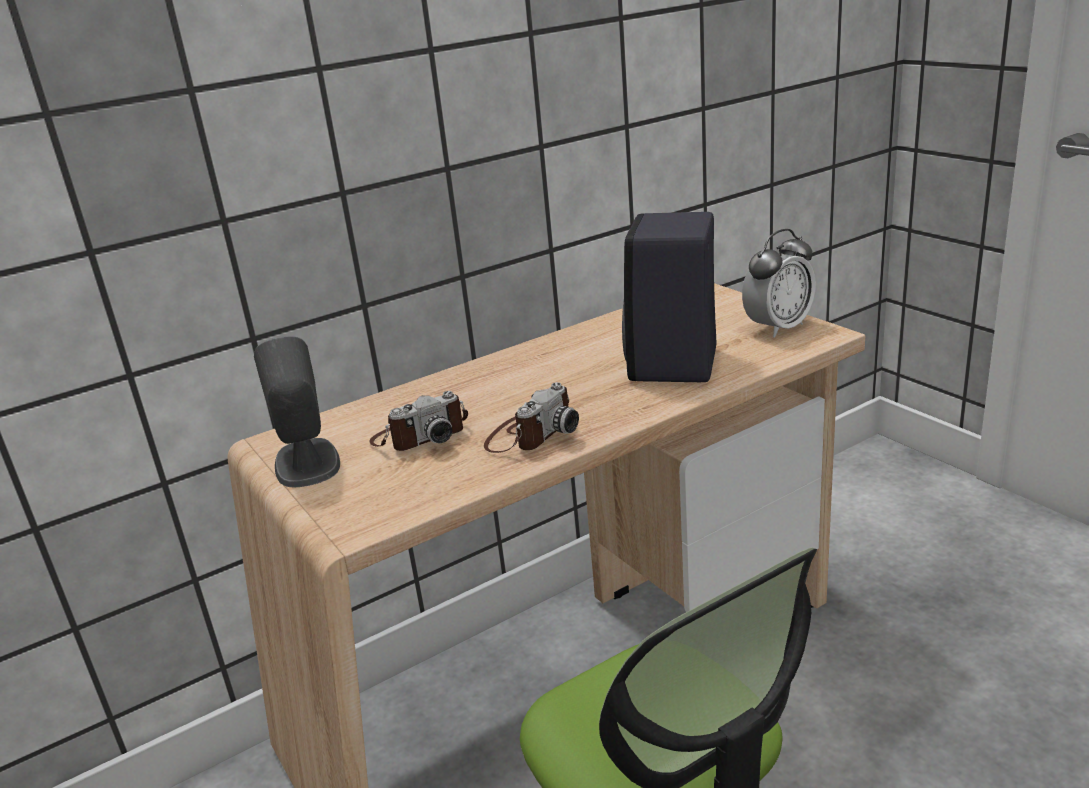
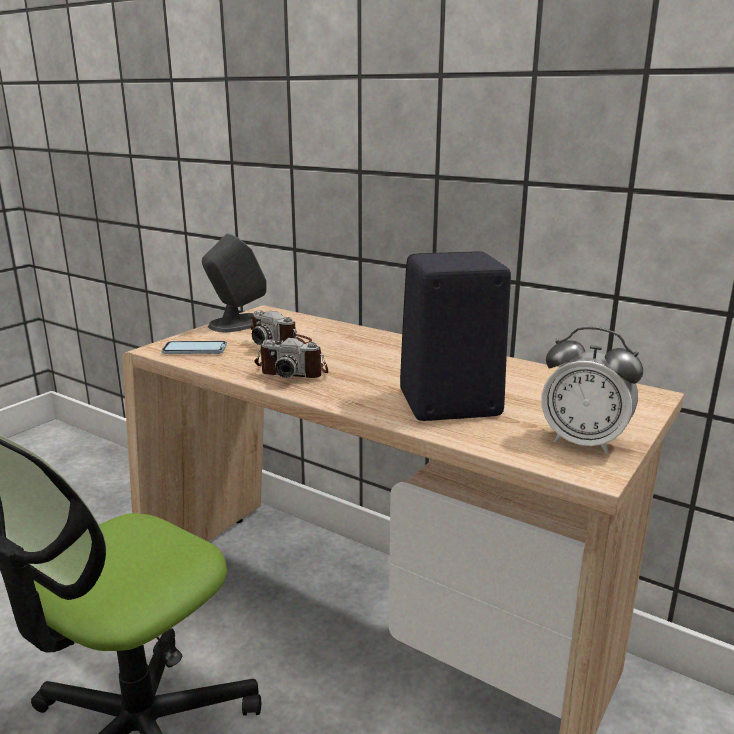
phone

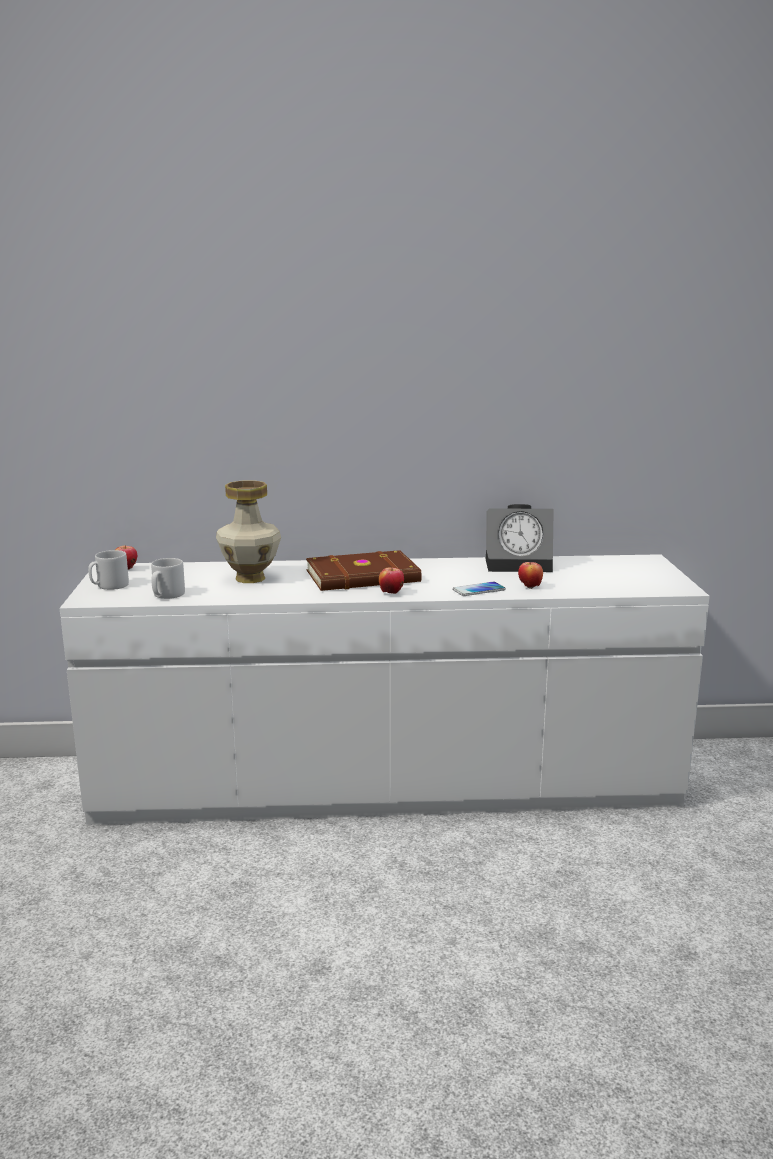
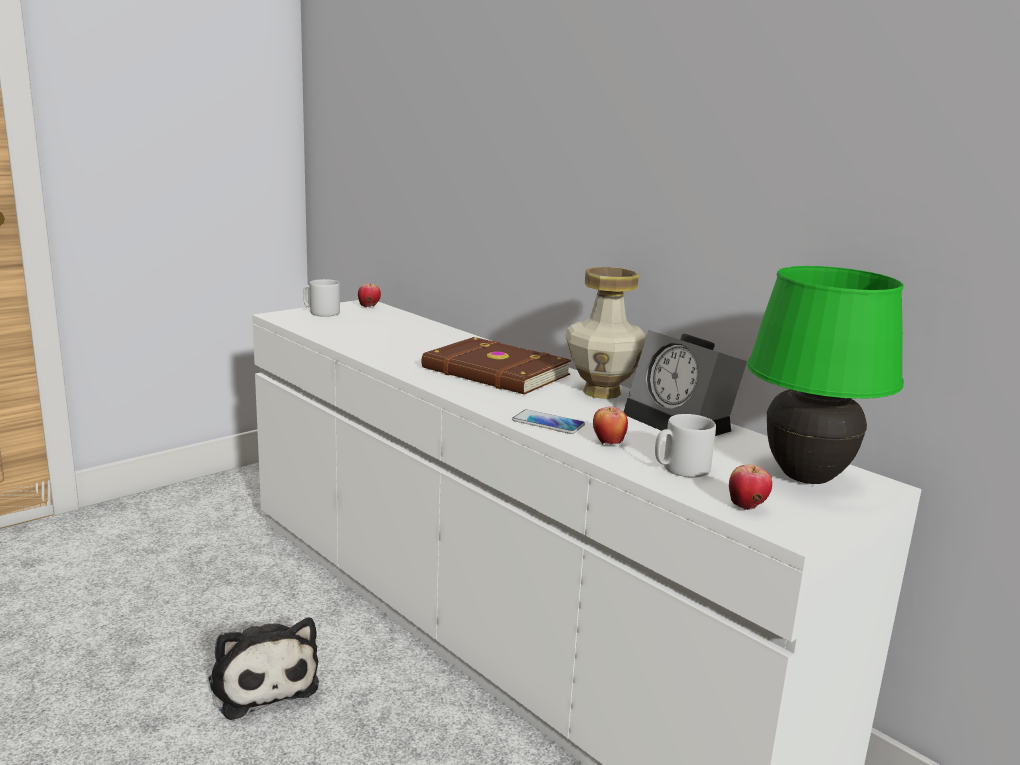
vase
grey mug (2nd from left)
apple (3rd from left)
green table lamp
plush toy

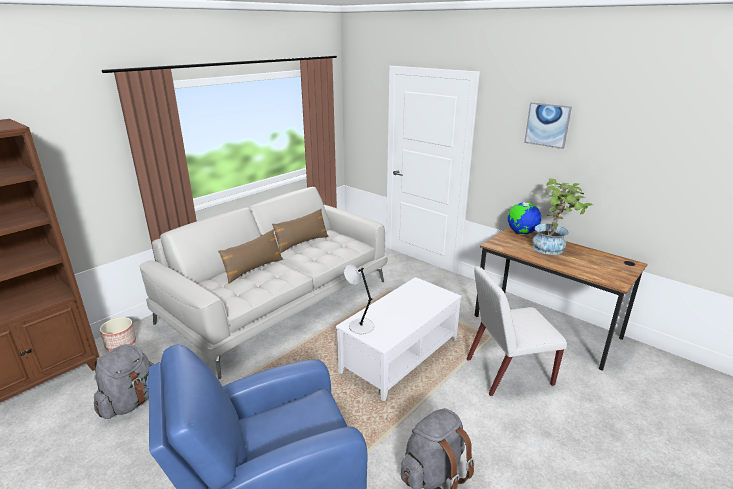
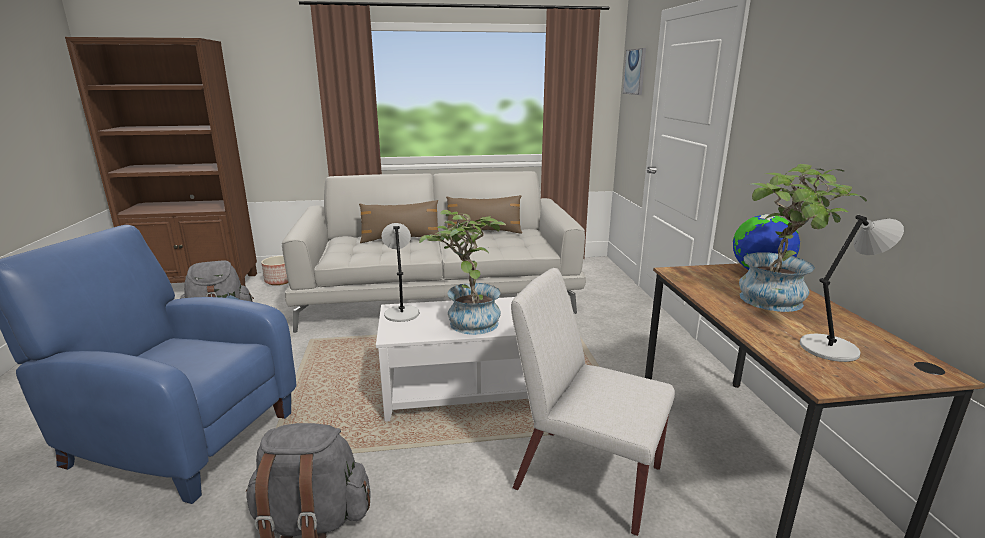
picture
potted plant (1st from left)
grey table lamp (2nd from left)

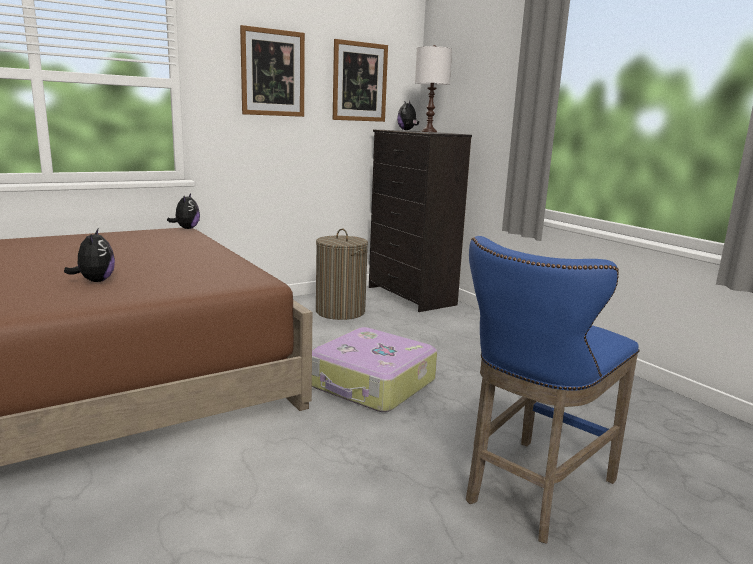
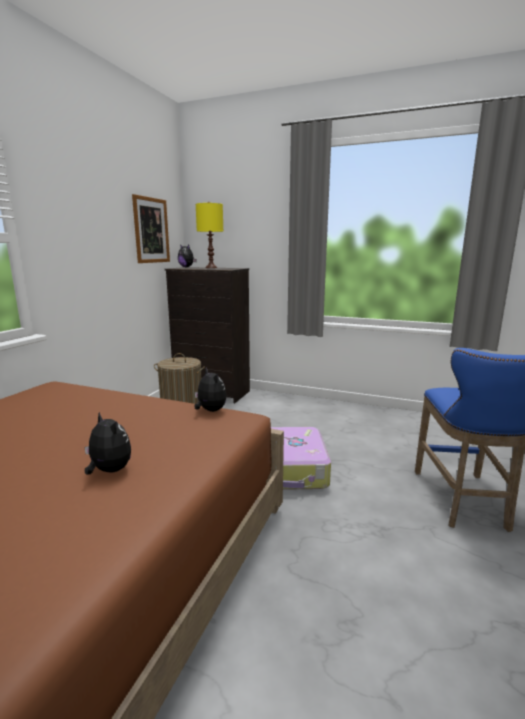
picture (1st from left in the first image)
yellow table lamp
plush toy (3rd from left)

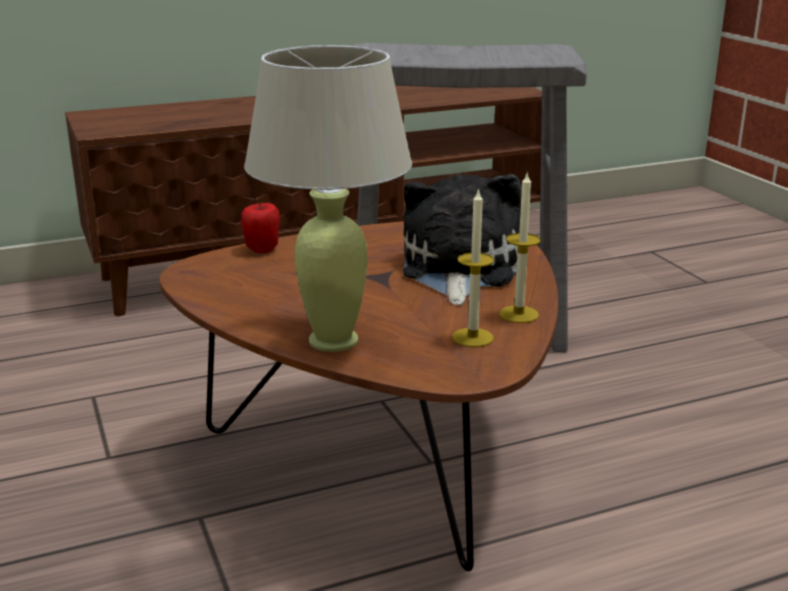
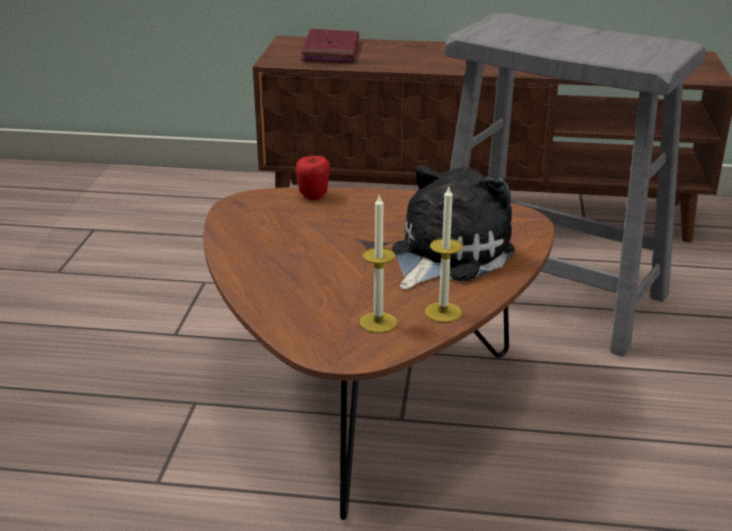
beige table lamp
red book

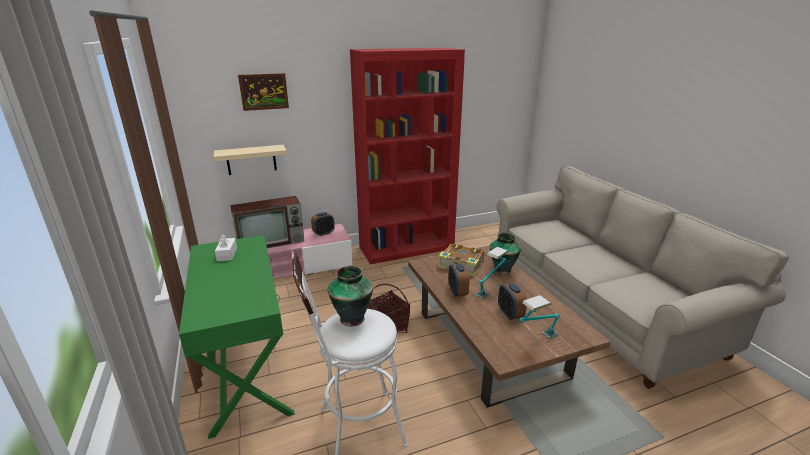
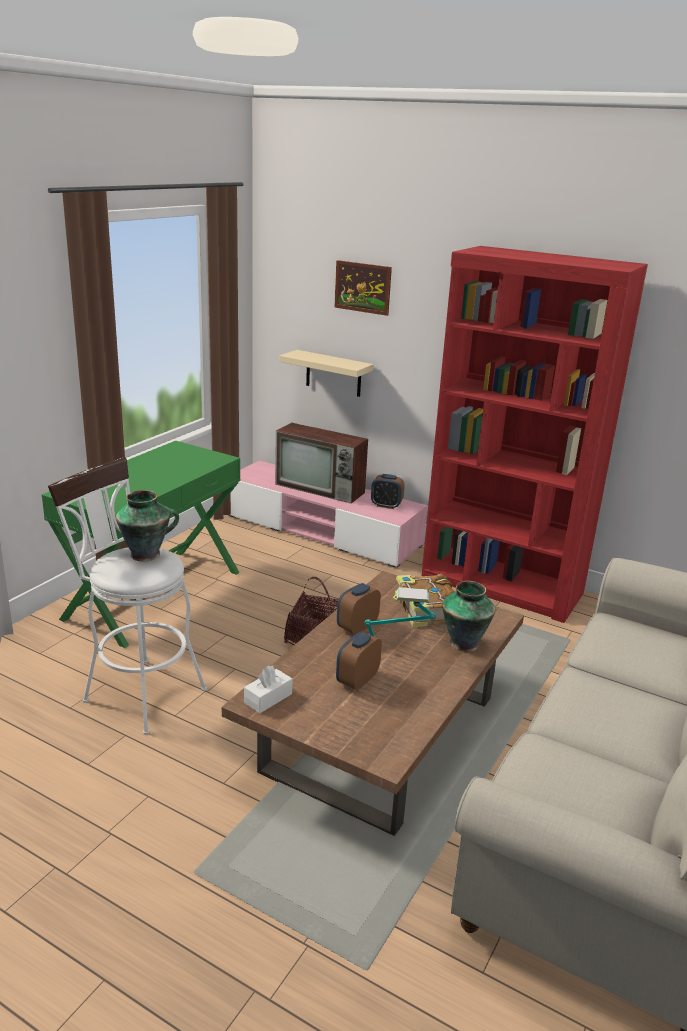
white tissue box
table lamp (2nd from left in the first image)

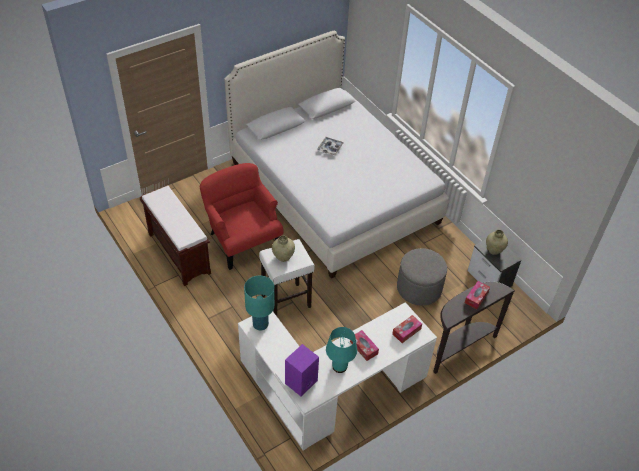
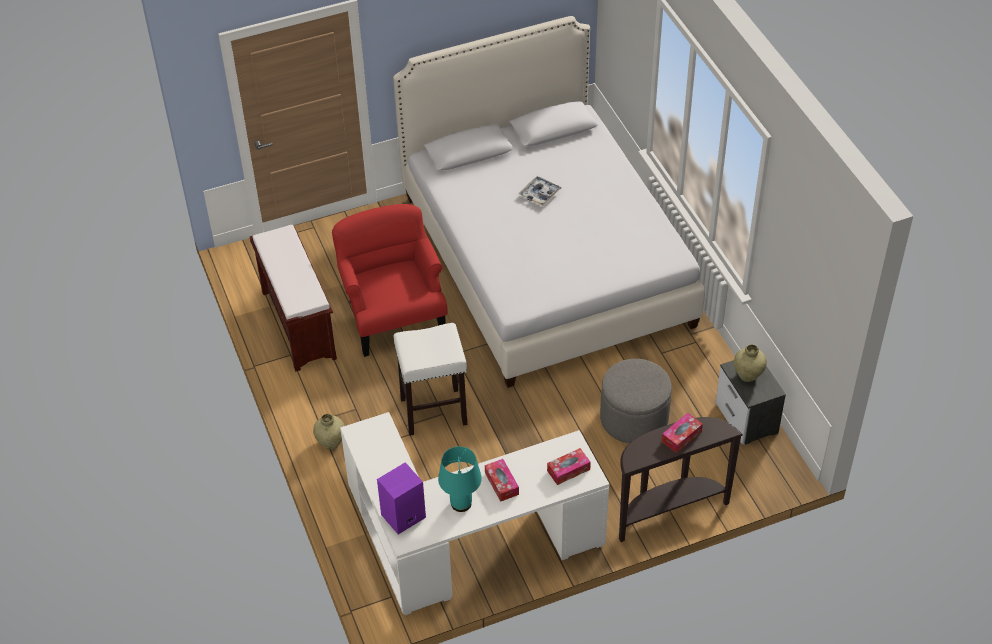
beige vase (1st from left)
turquoise table lamp (1st from left in the first image)

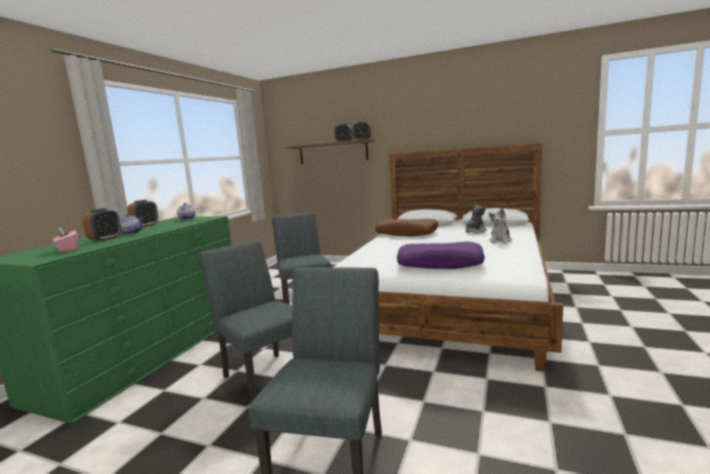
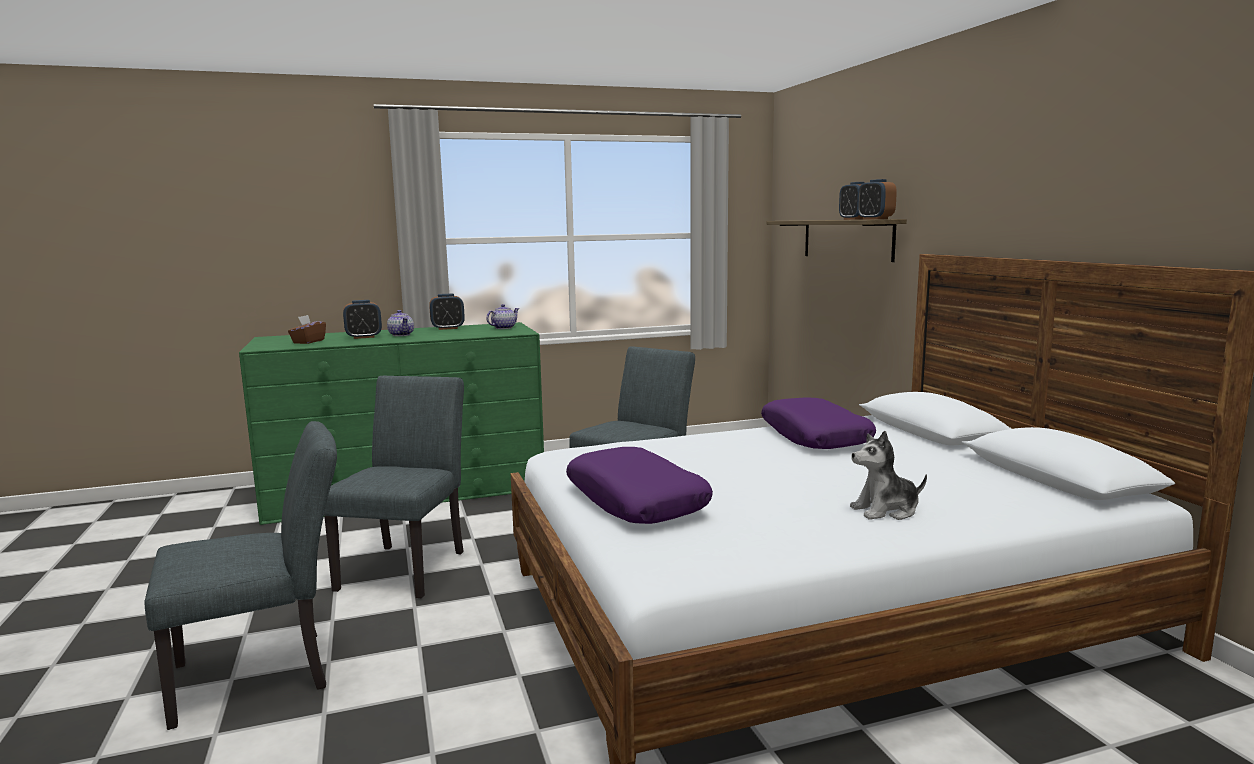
plush toy (1st from left in the first image)
purple pillow (2nd from left)
brown tissue box

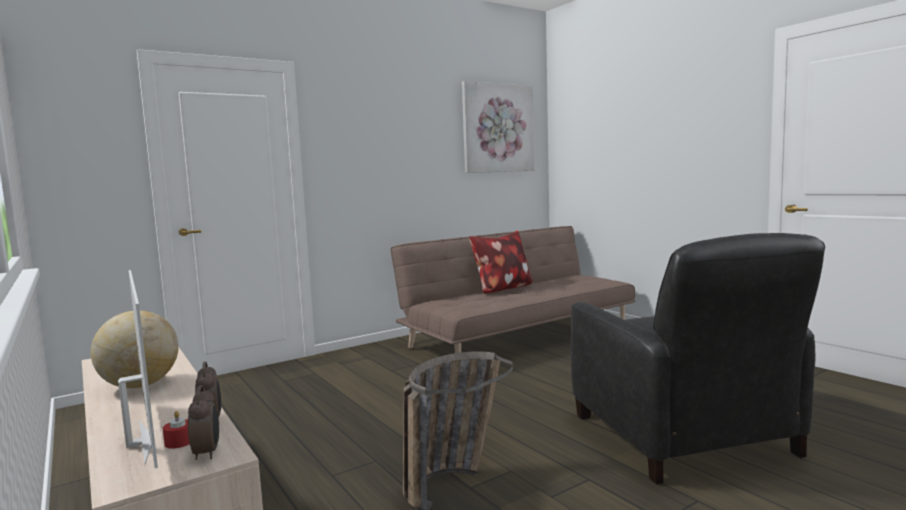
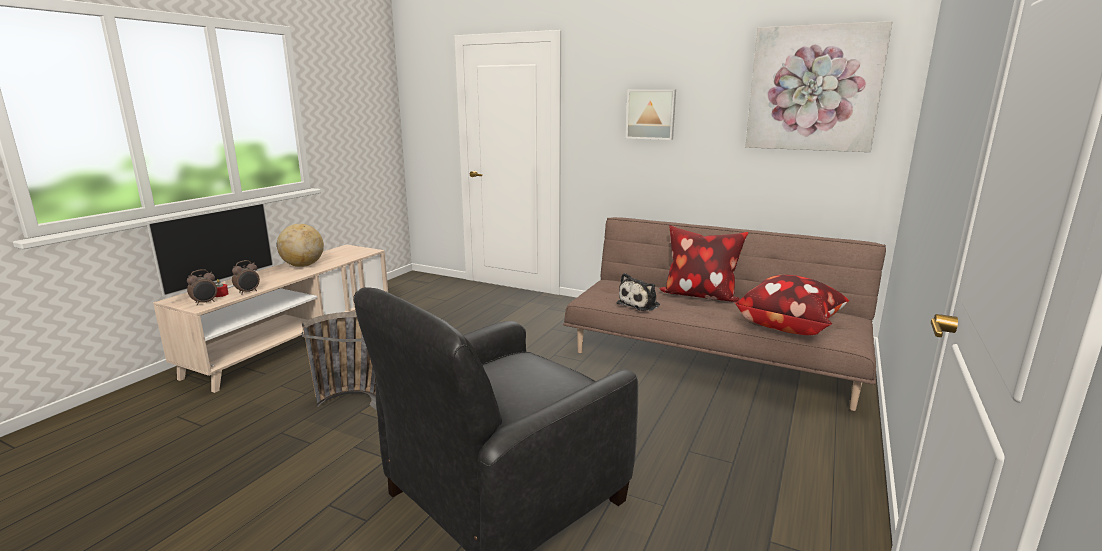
picture (1st from left)
plush toy
pillow (2nd from left)

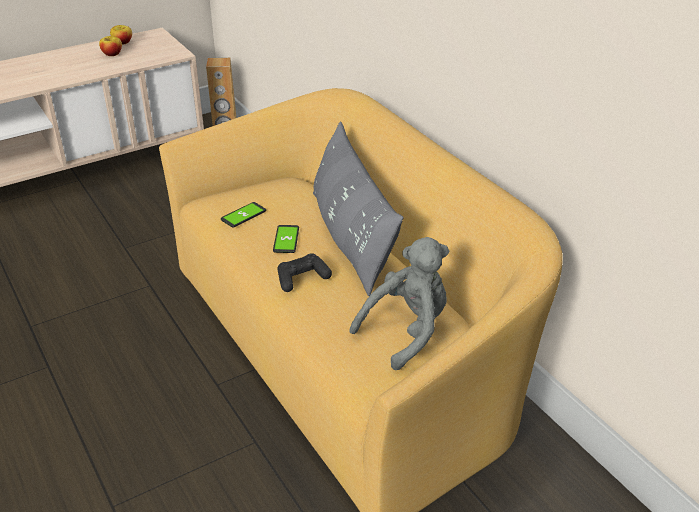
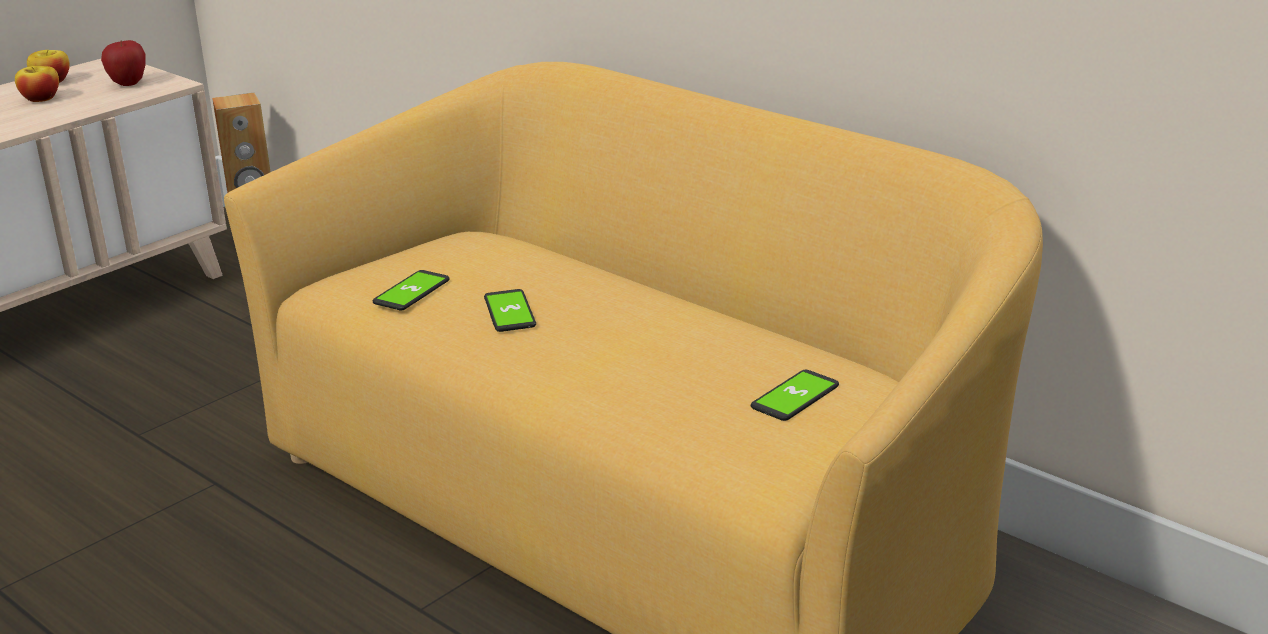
grey pillow
phone (3rd from left)
black game controller
apple (3rd from left)

